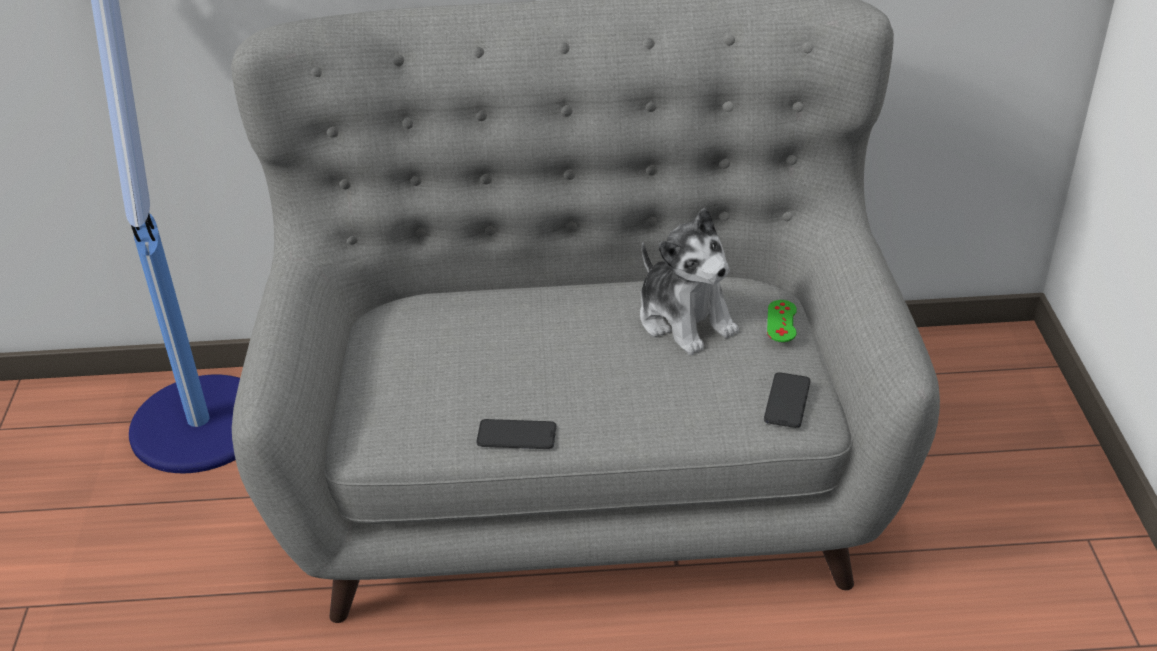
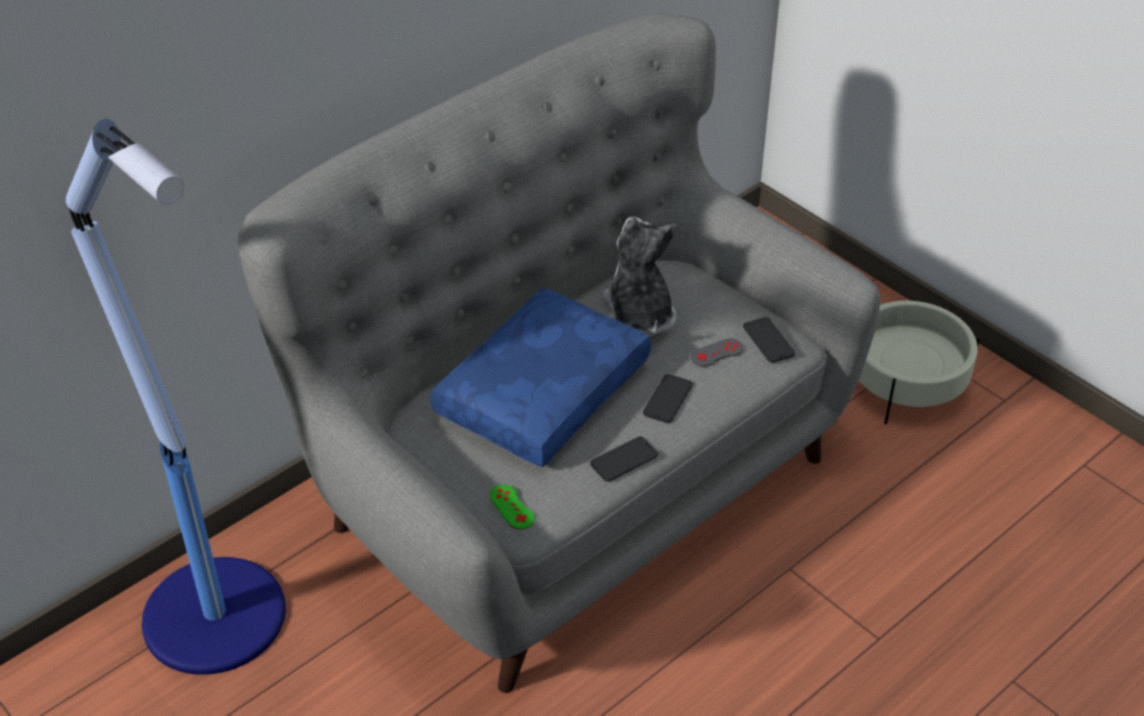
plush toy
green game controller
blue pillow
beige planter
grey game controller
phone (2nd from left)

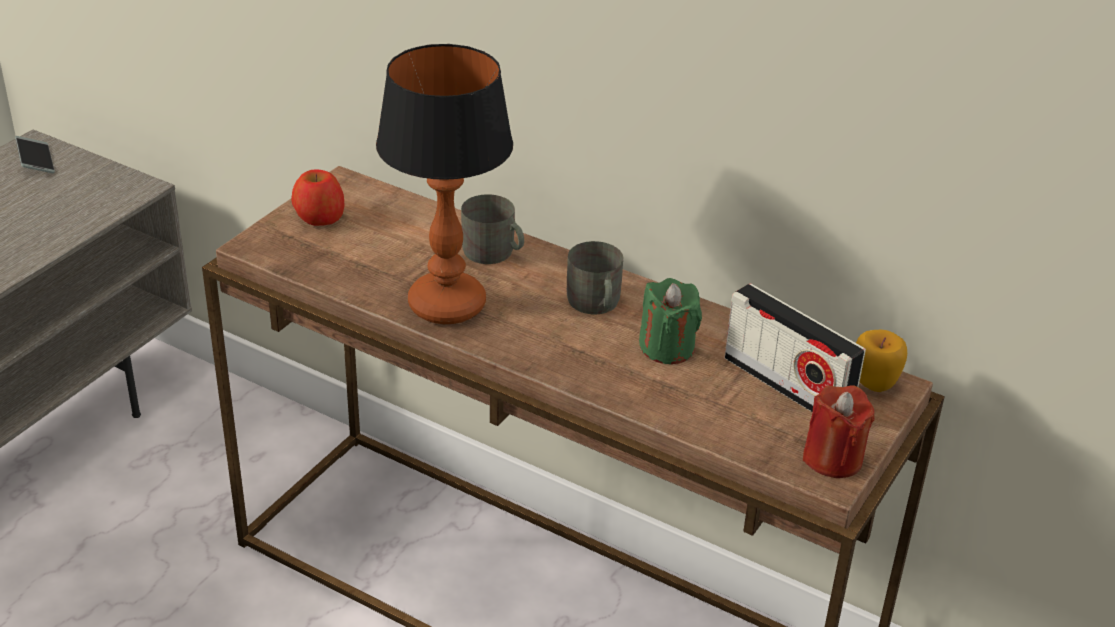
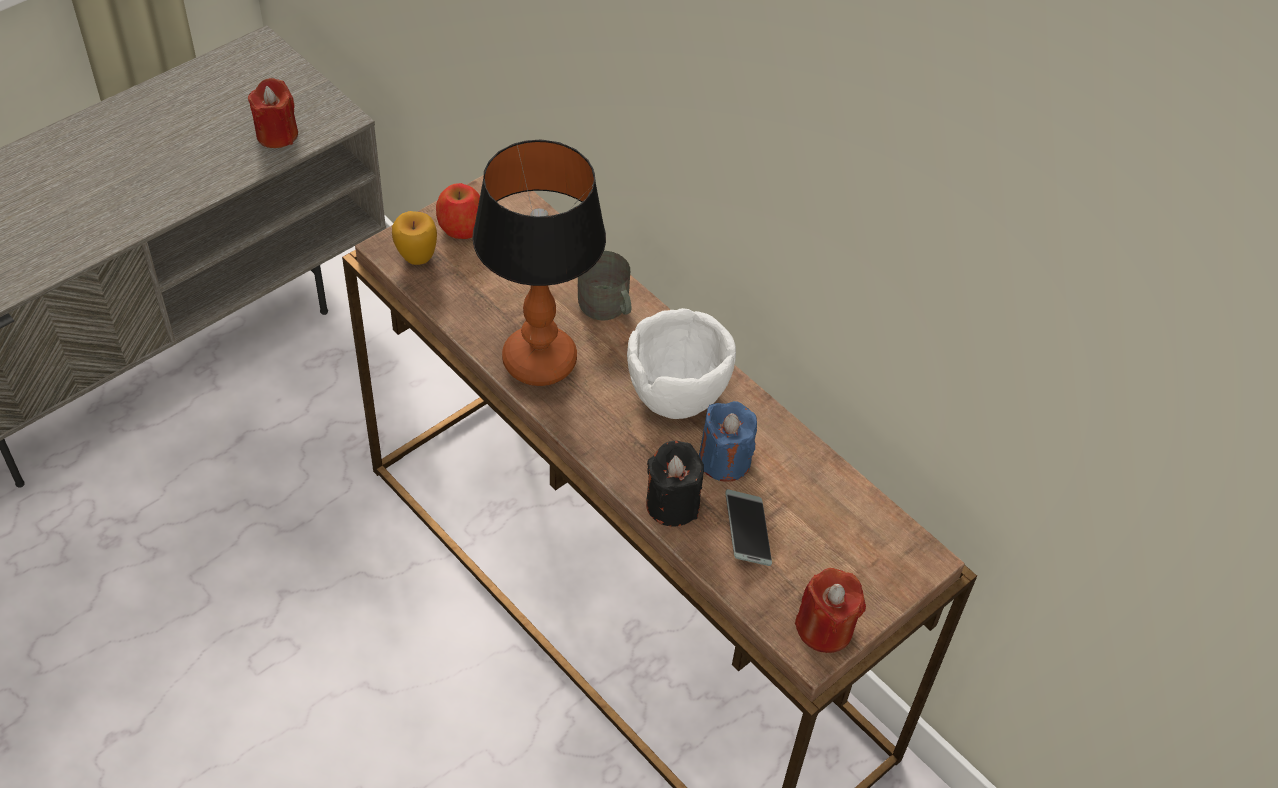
phone
white bowl
blue candle
radio
apple (1st from left)
red candle (1st from left)
black candle

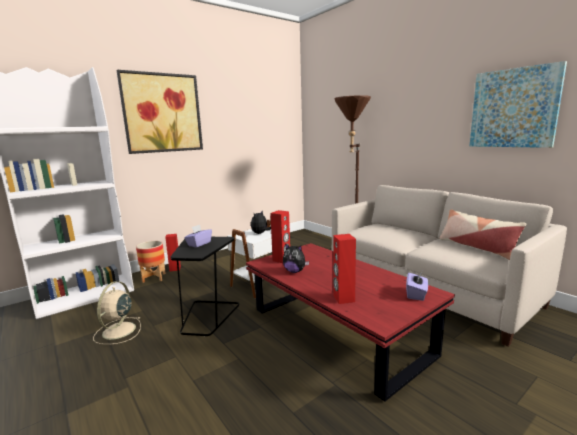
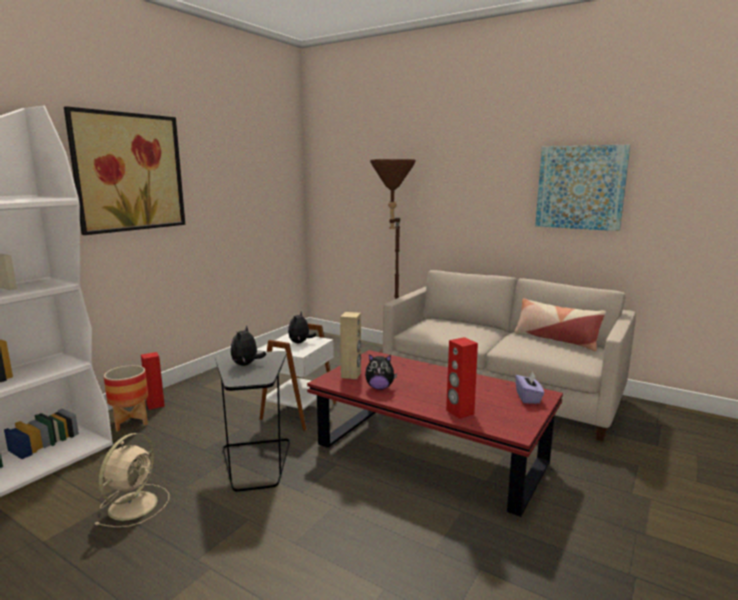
beige speaker
plush toy (1st from left)
beige fan

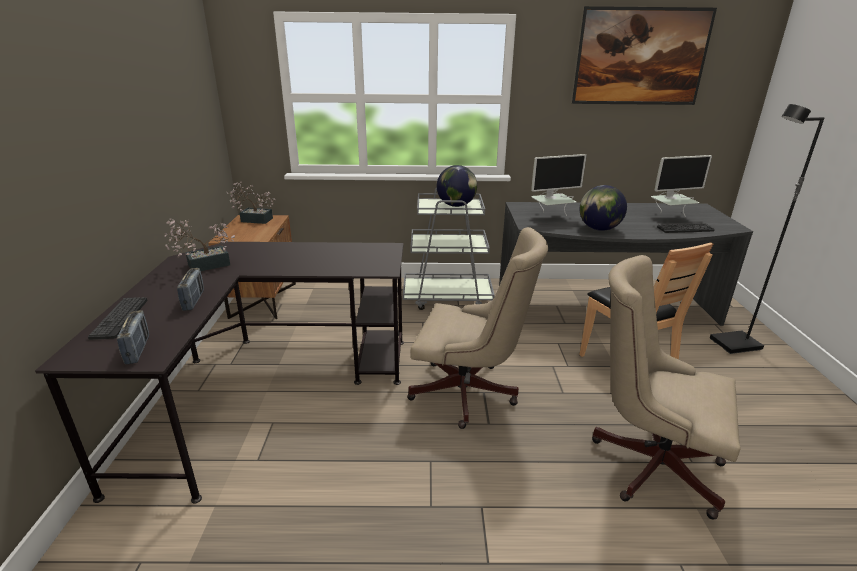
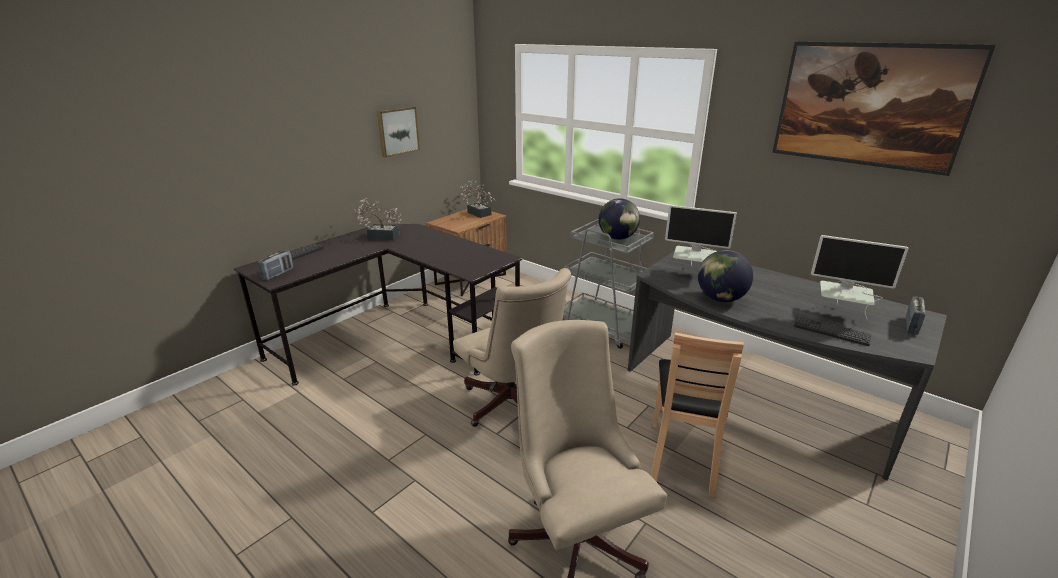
black floor lamp
radio (2nd from left)
picture (1st from left)

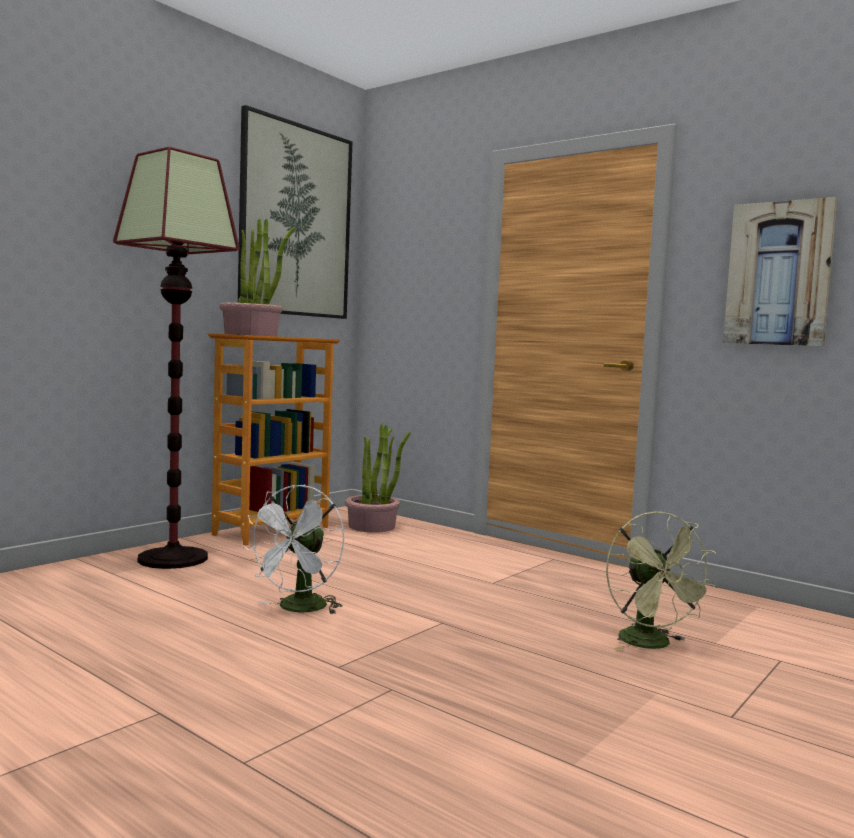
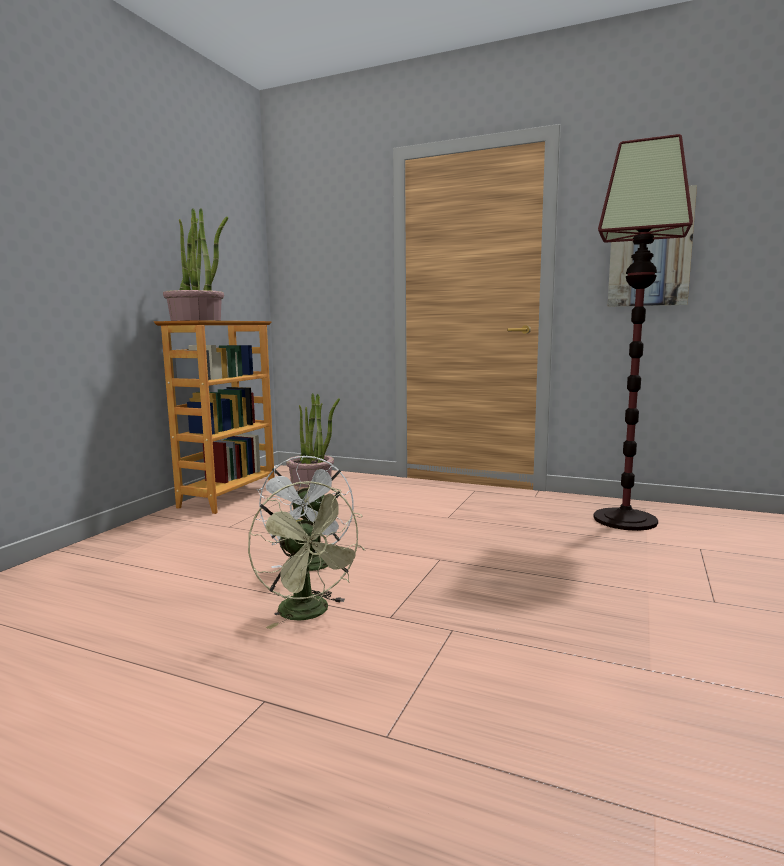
picture (1st from left in the first image)
floor lamp
green fan

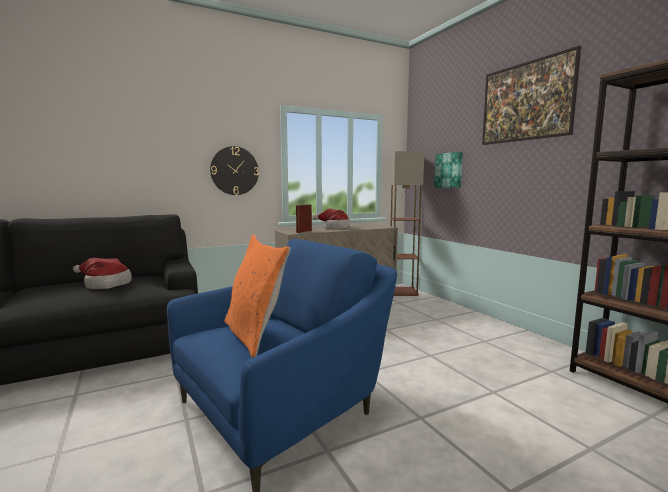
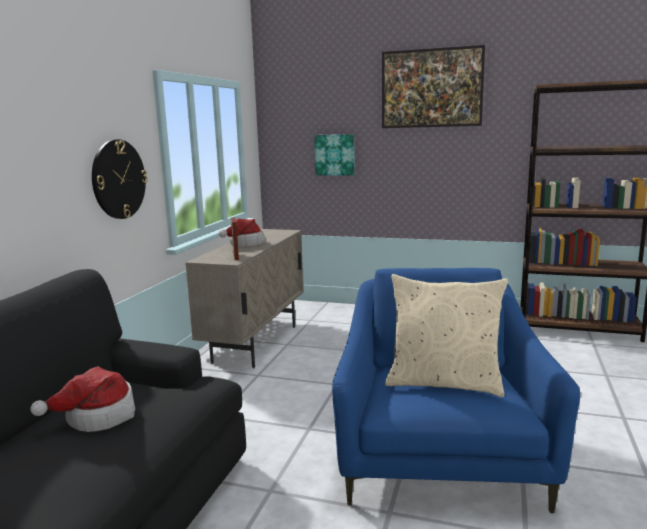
floor lamp
beige pillow

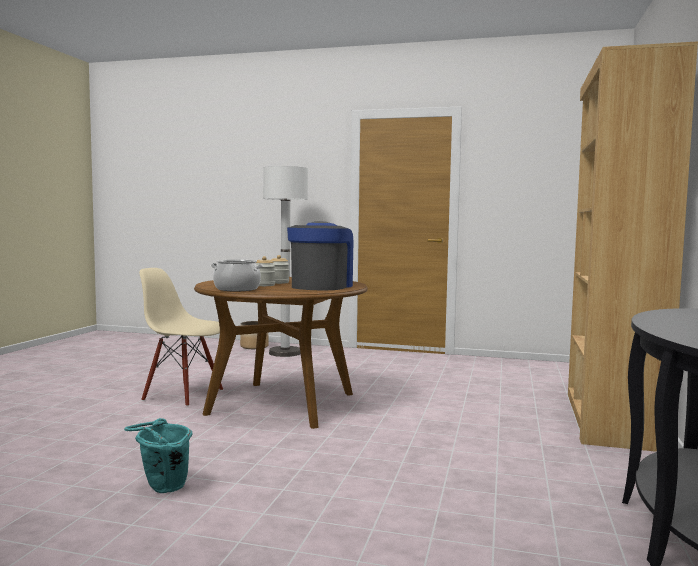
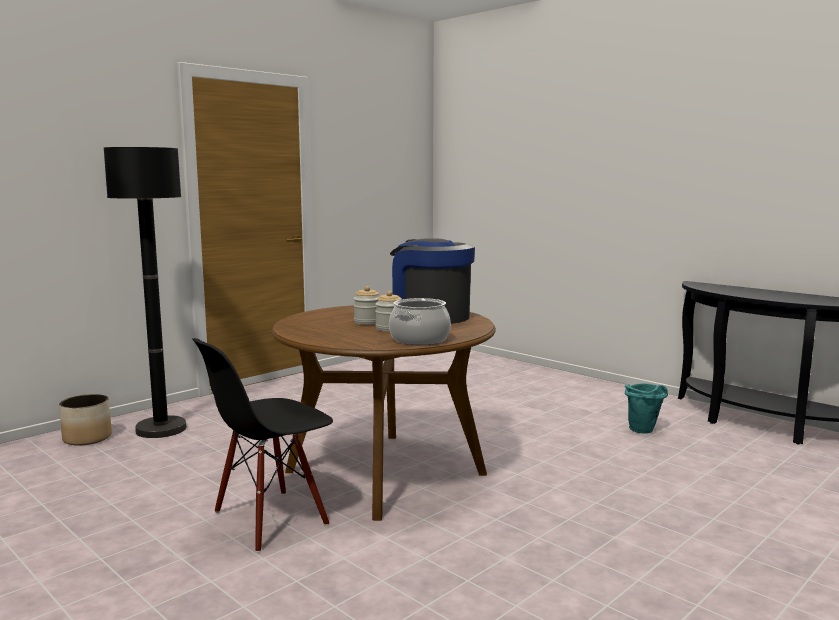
brown bookcase
black floor lamp
black chair
turquoise bucket

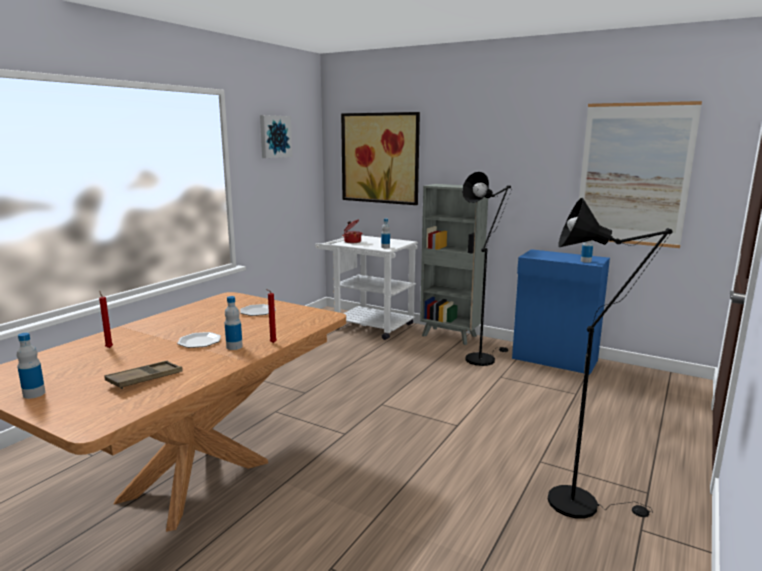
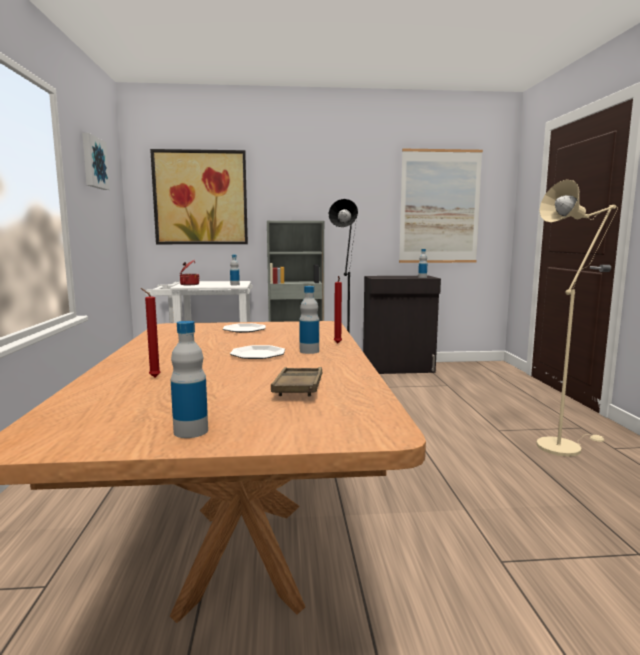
beige floor lamp
black cabinet

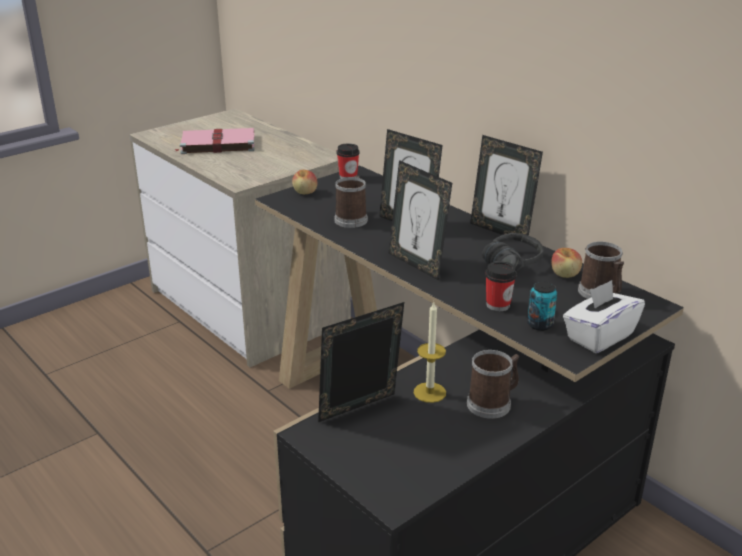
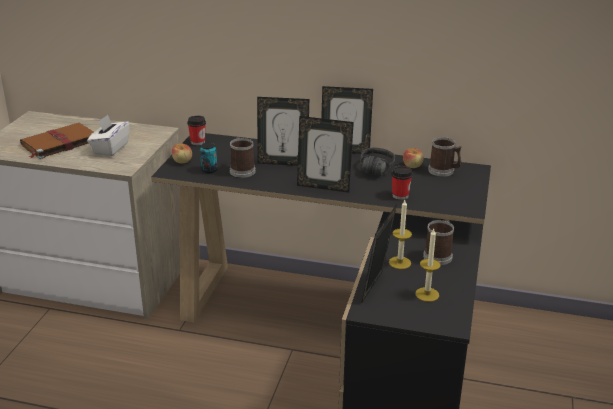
brown book
white tissue box
can
candle (2nd from left)

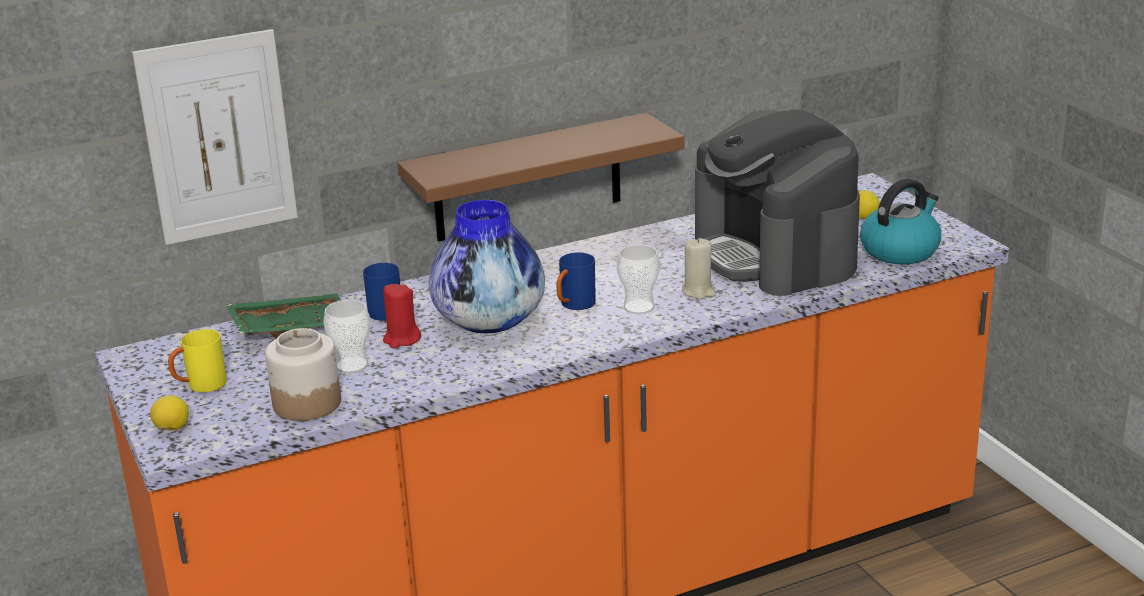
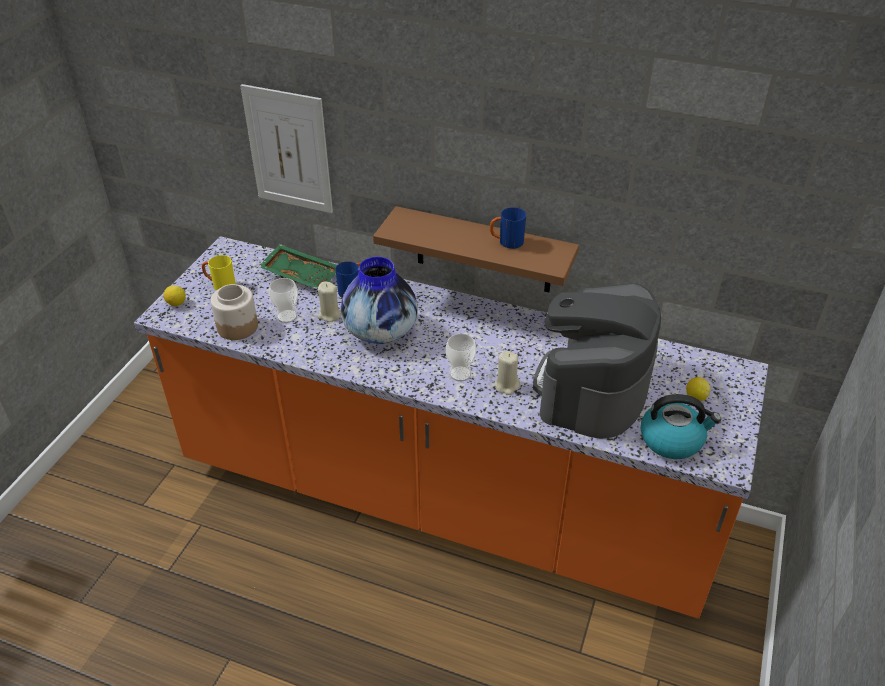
blue mug (2nd from left)
beige candle (1st from left)

